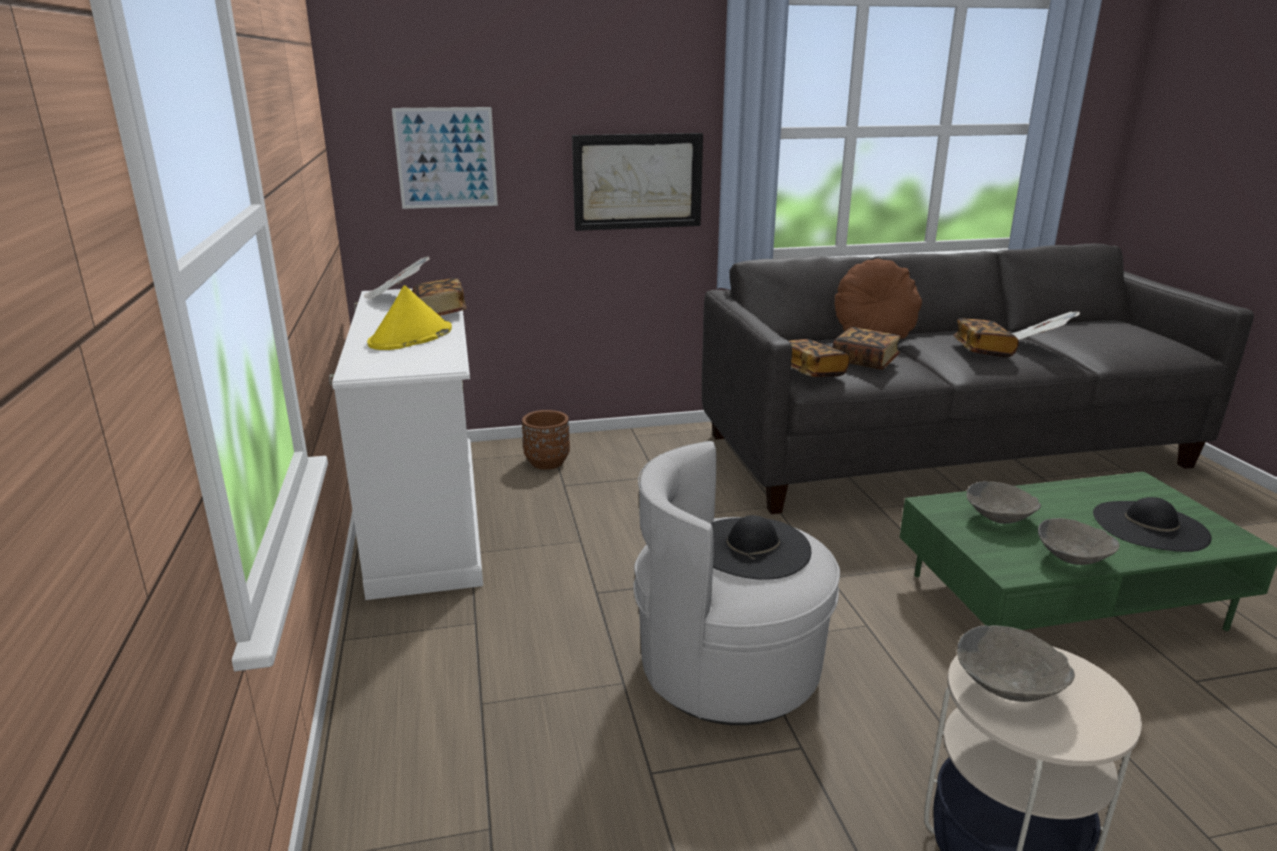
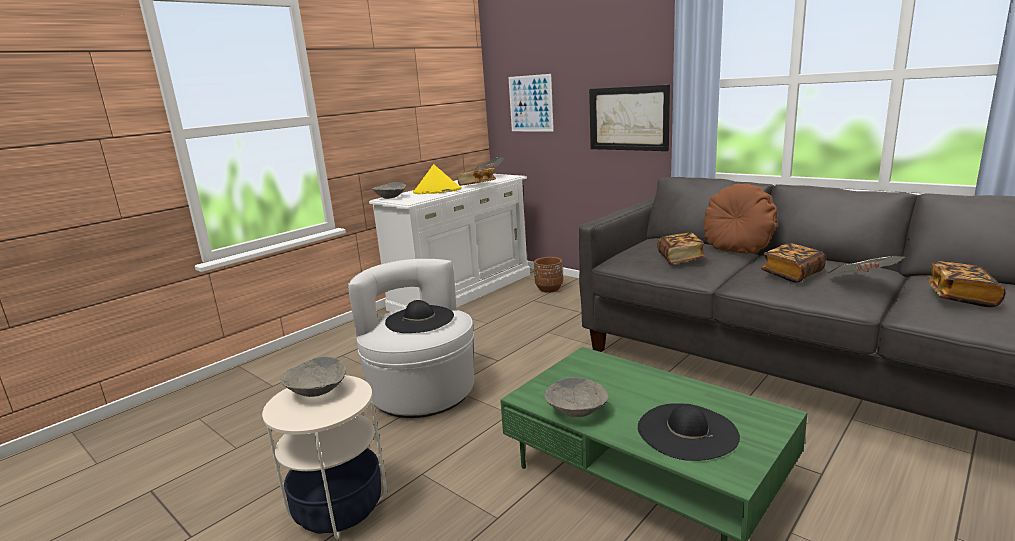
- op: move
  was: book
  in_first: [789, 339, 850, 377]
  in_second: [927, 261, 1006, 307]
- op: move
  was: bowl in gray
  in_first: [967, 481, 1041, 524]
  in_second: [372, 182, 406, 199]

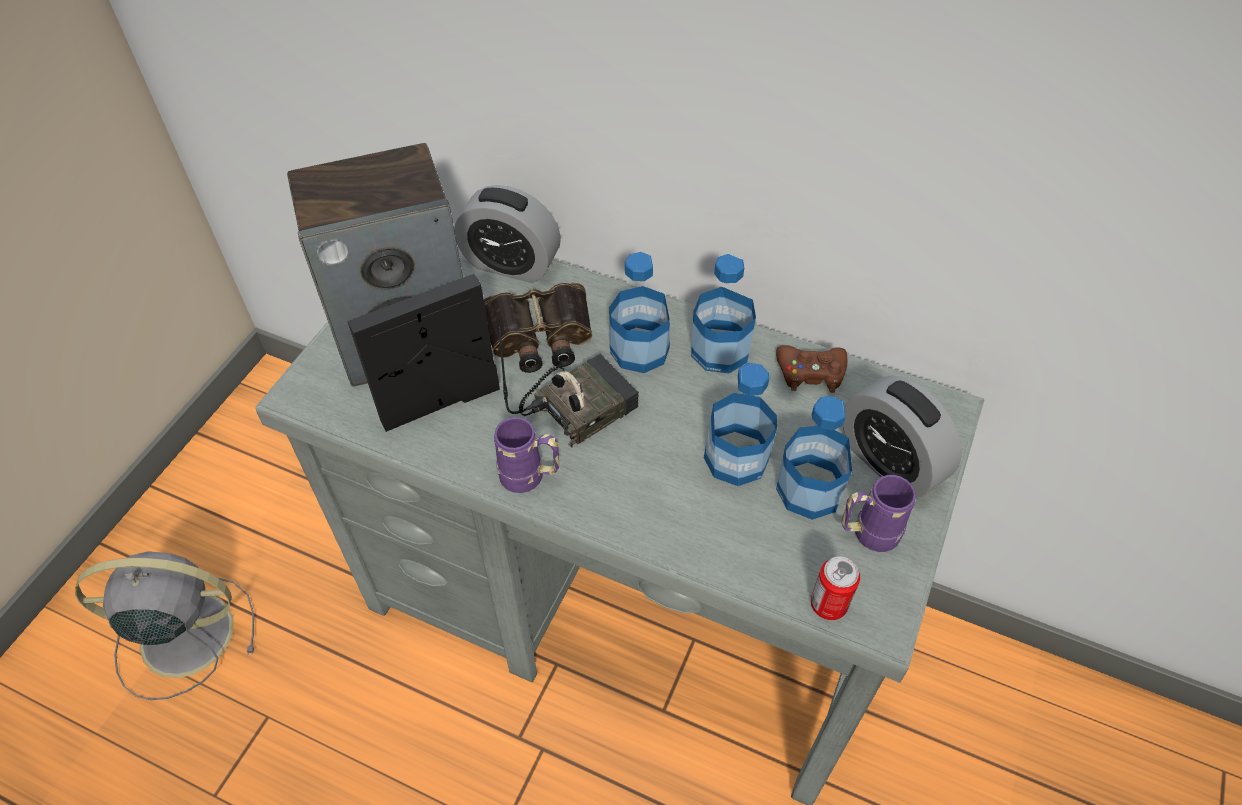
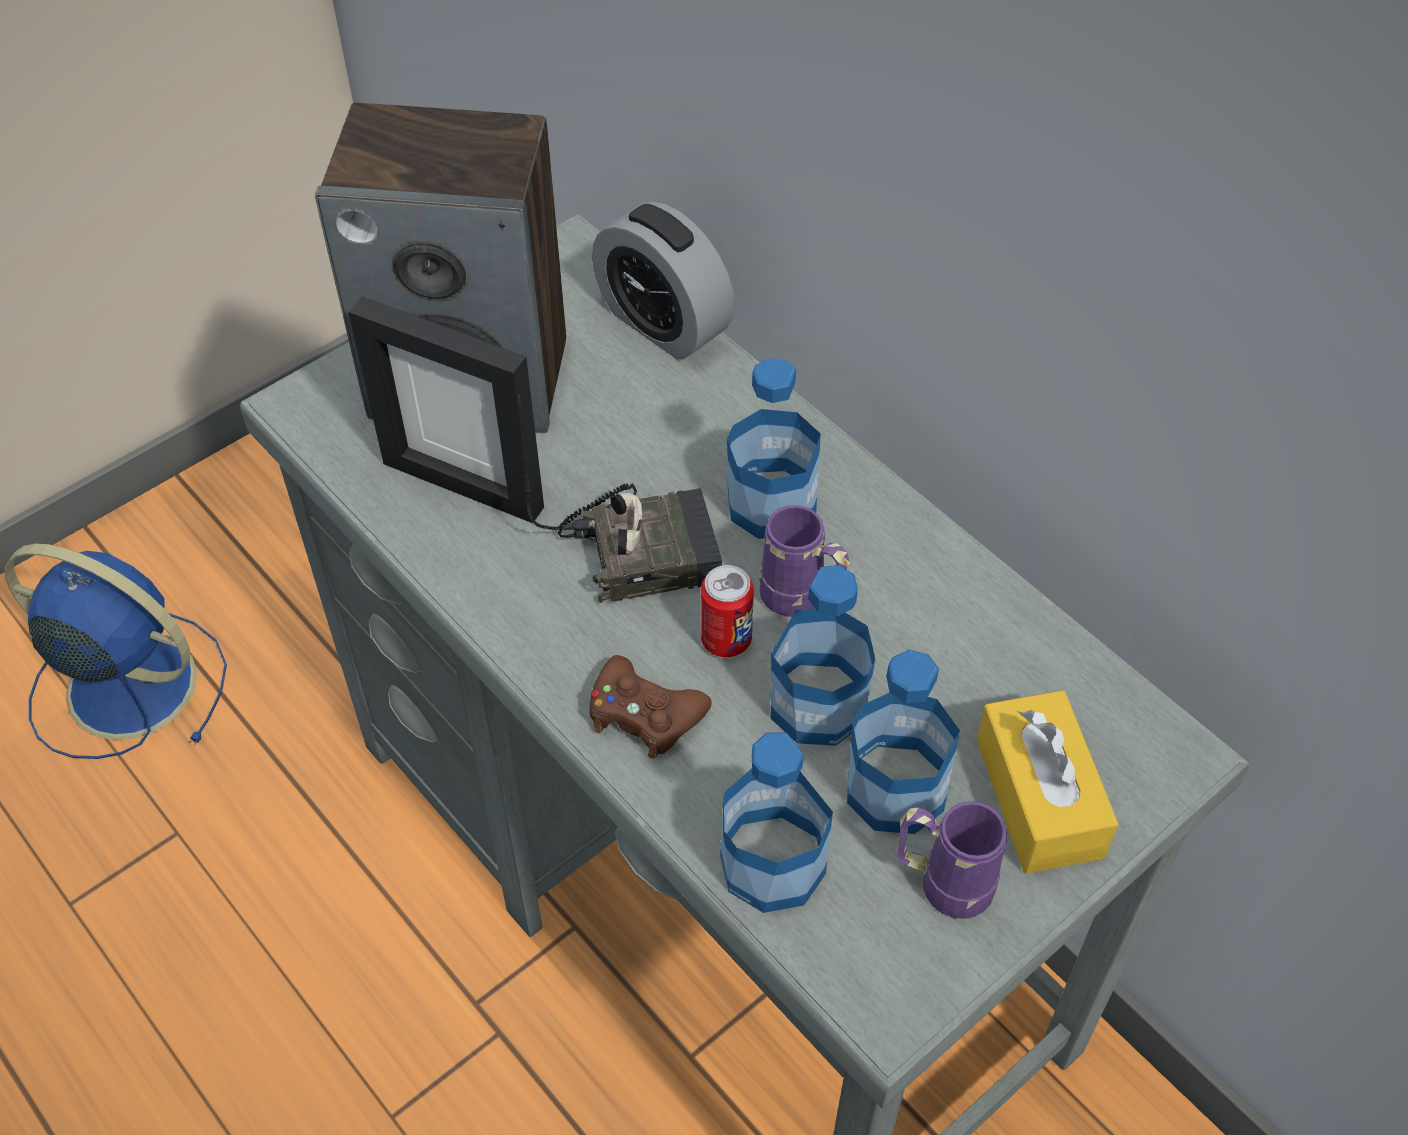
- op: delete
  was: pair of binoculars
  in_first: [484, 283, 592, 373]
- op: move
  was: mug in purple
  in_first: [494, 417, 559, 493]
  in_second: [759, 505, 850, 617]
- op: move
  was: beverage bottle
  in_first: [691, 254, 756, 373]
  in_second: [720, 733, 833, 913]
- op: move
  was: gamepad in brownish
  in_first: [776, 345, 848, 393]
  in_second: [589, 655, 712, 759]
- op: move
  was: metal can
  in_first: [811, 556, 860, 620]
  in_second: [701, 565, 754, 657]
- op: replace
  was: table clock
  now: box of tissues in yellow-coloured
  in_first: [843, 375, 962, 498]
  in_second: [977, 690, 1119, 874]
- op: recolor
  was: electric fan in gray
  now: electric fan in blue
  in_first: [75, 551, 254, 700]
  in_second: [4, 544, 227, 759]
- op: rotate
  was: picture frame
  in_first: [347, 274, 500, 432]
  in_second: [348, 296, 544, 523]
  clockwise: -150

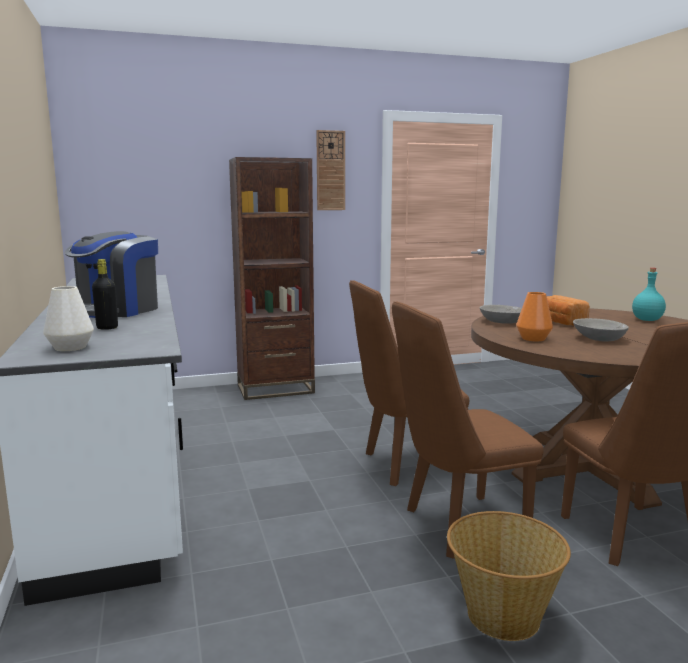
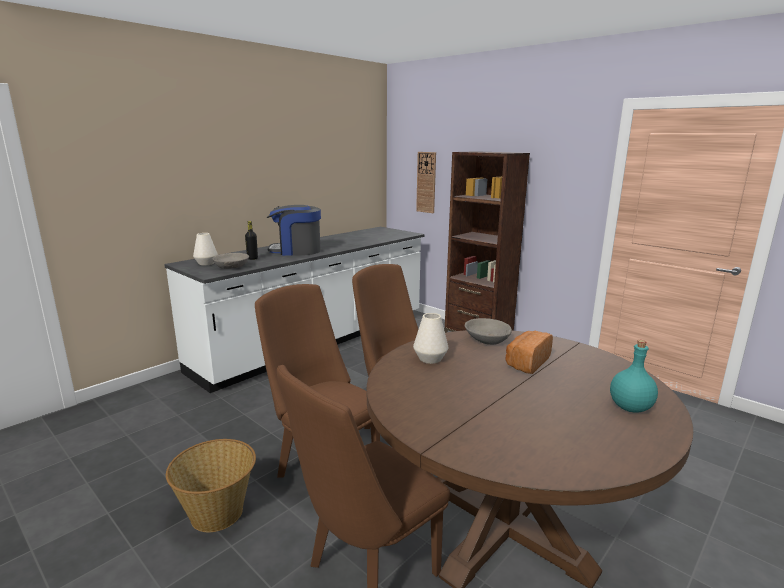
- op: move
  was: clock on the wall
  in_first: [316, 130, 345, 210]
  in_second: [416, 152, 436, 213]
- op: move
  was: bowl in gray
  in_first: [573, 318, 629, 342]
  in_second: [212, 253, 249, 269]
- op: recolor
  was: decorative vase in orange-coloured
  now: decorative vase in whitish
  in_first: [516, 292, 553, 341]
  in_second: [413, 313, 448, 364]

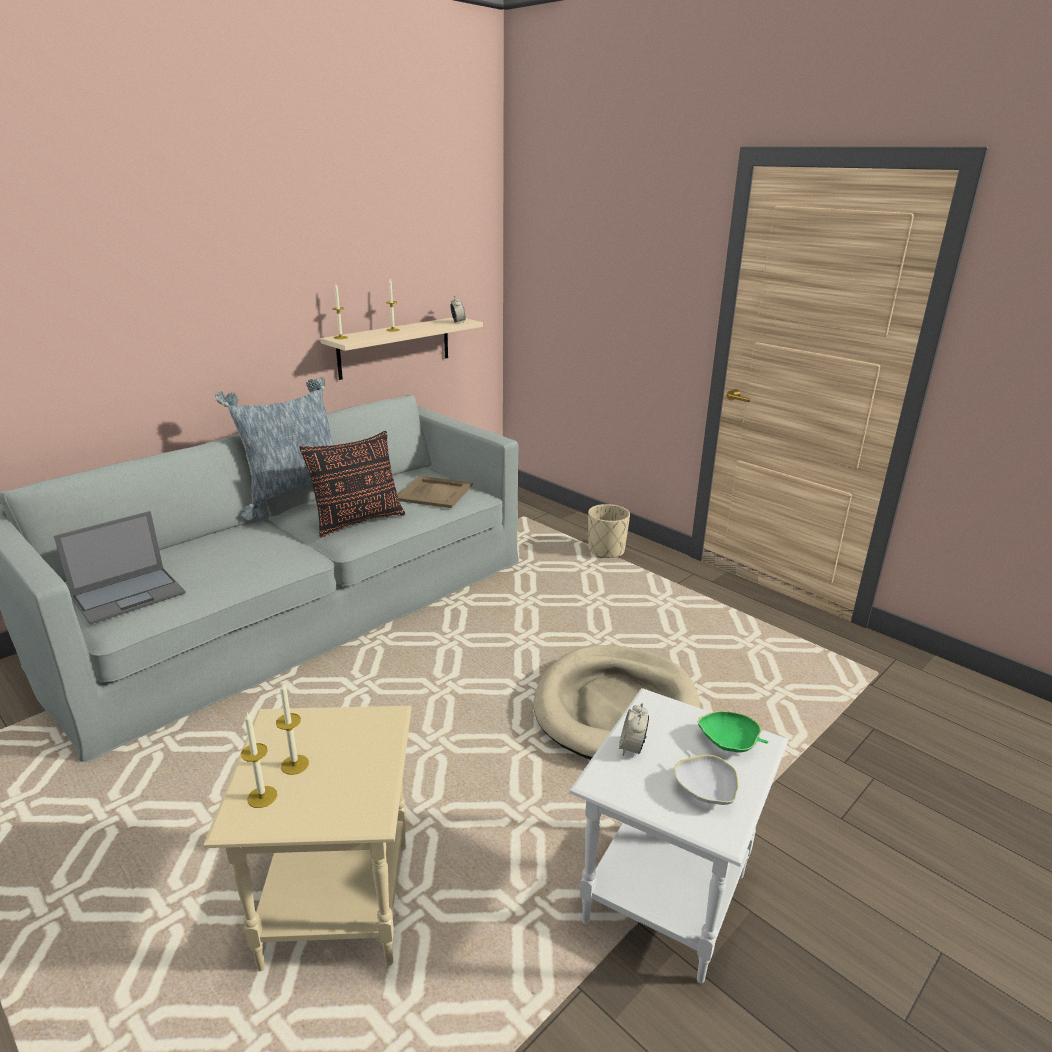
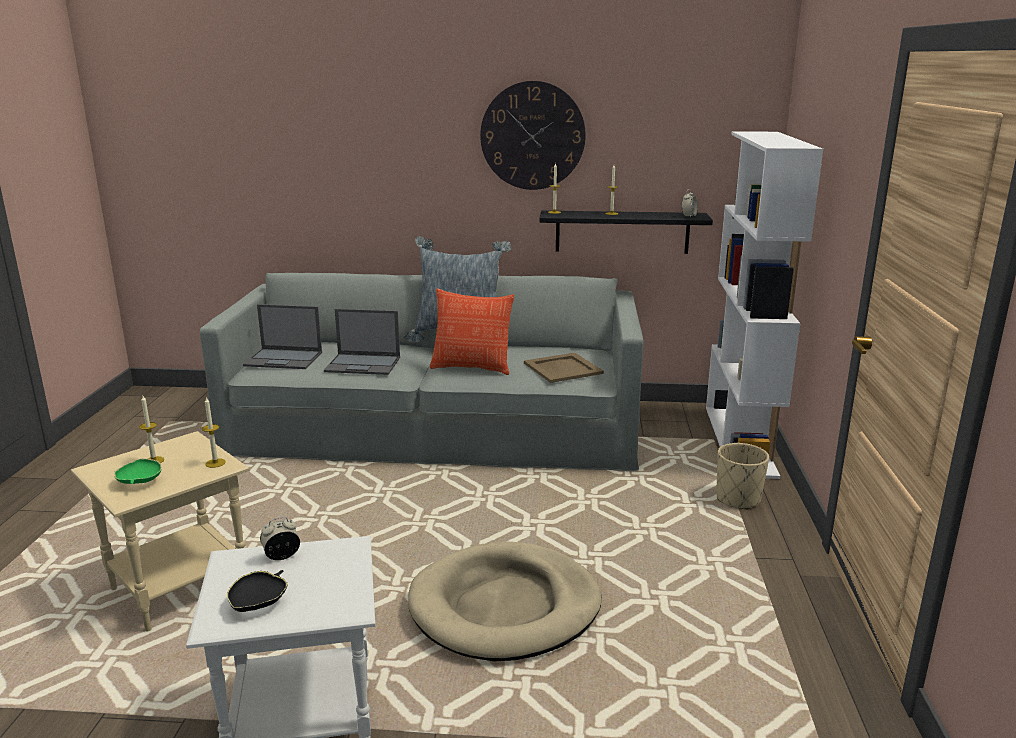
- op: insert
  now: laptop
  in_second: [324, 309, 400, 375]
- op: insert
  now: clock on the wall
  in_second: [480, 81, 586, 190]
- op: insert
  now: bookshelf in whitish
  in_second: [706, 131, 823, 479]
- op: move
  was: candle
  in_first: [241, 712, 277, 808]
  in_second: [202, 397, 226, 468]
- op: move
  was: bowl in greenish
  in_first: [697, 711, 769, 753]
  in_second: [114, 458, 162, 484]
- op: recolor
  was: pillow in blackish
  now: pillow in orange-coloured
  in_first: [300, 431, 405, 538]
  in_second: [430, 289, 514, 375]
- op: recolor
  was: bracket shelf in beige
  now: bracket shelf in blackish
  in_first: [320, 317, 483, 380]
  in_second: [539, 211, 713, 254]
- op: recolor
  was: bowl in whitish
  now: bowl in blackish
  in_first: [674, 750, 738, 805]
  in_second: [227, 570, 287, 612]

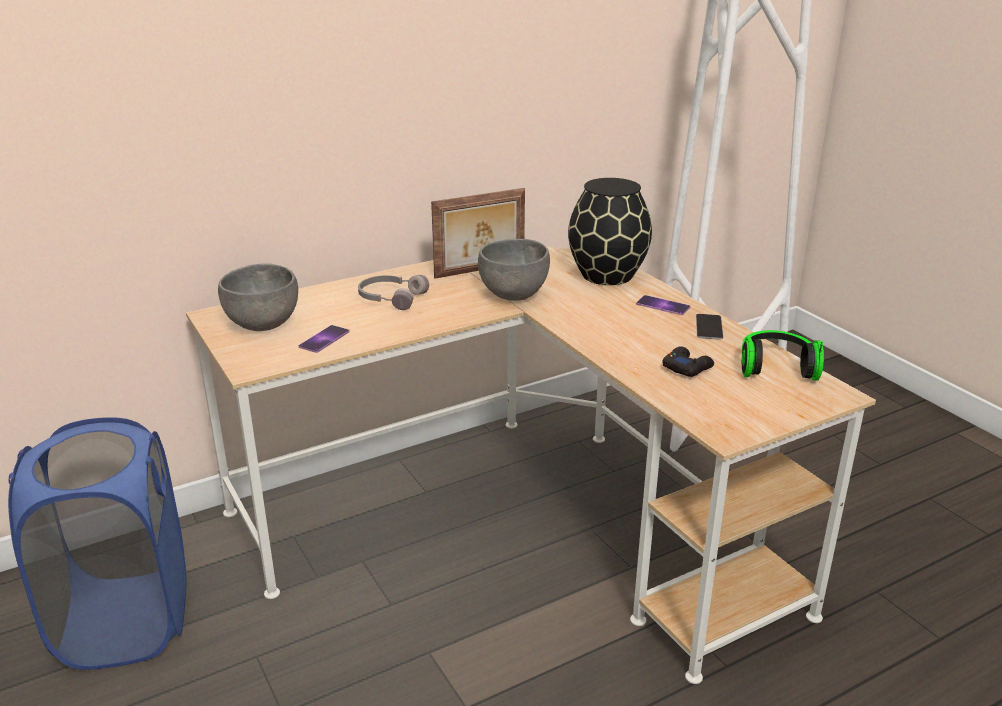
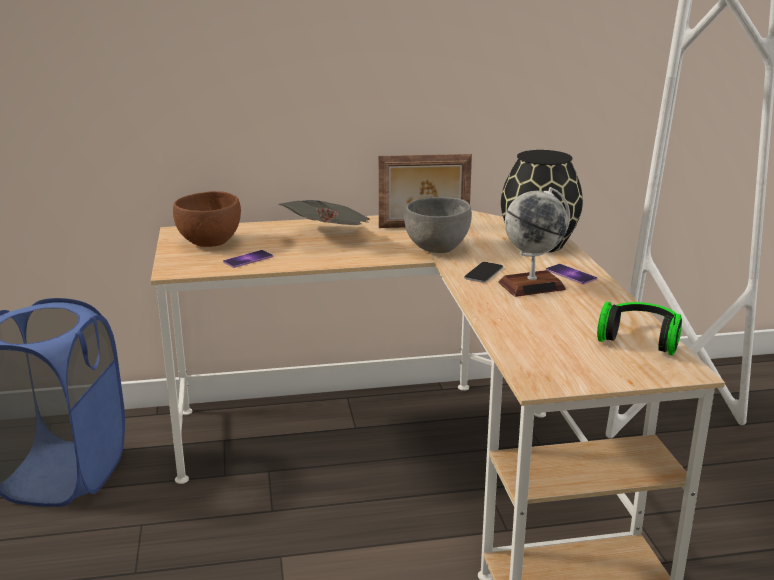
- op: delete
  was: gamepad in blackish
  in_first: [662, 346, 714, 377]
- op: insert
  now: desk globe
  in_second: [498, 187, 570, 297]
- op: move
  was: handset
  in_first: [696, 314, 723, 340]
  in_second: [464, 262, 503, 283]
- op: replace
  was: pair of headphones in gray
  now: printed paper
  in_first: [358, 275, 429, 310]
  in_second: [278, 200, 370, 225]
- op: recolor
  was: bowl in gray
  now: bowl in brownish
  in_first: [218, 263, 298, 331]
  in_second: [173, 191, 241, 247]

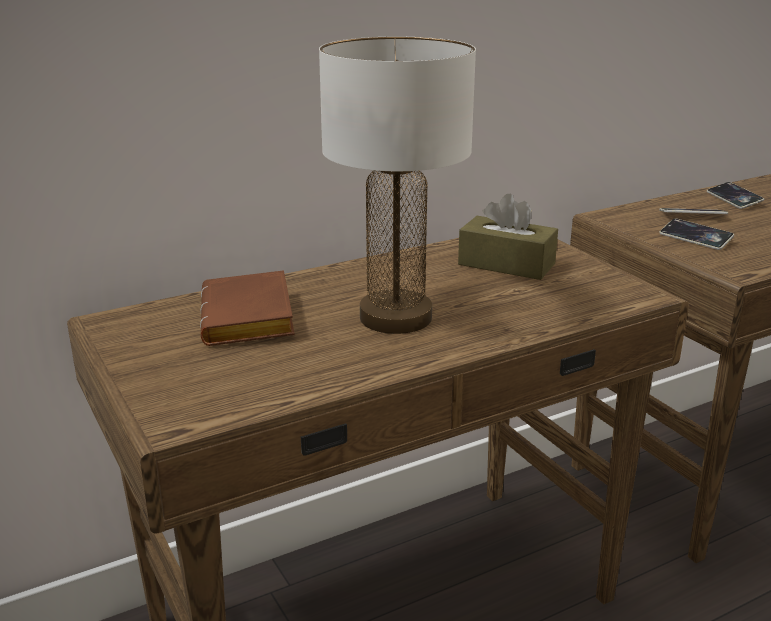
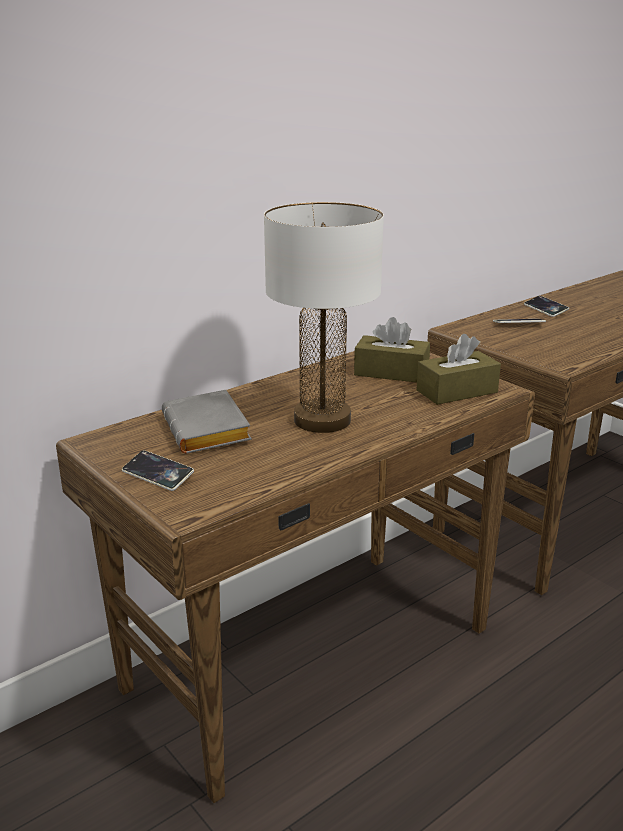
- op: insert
  now: box of tissues in brownish
  in_second: [417, 334, 501, 405]
- op: move
  was: handset
  in_first: [659, 218, 734, 250]
  in_second: [122, 450, 194, 491]
- op: recolor
  was: book in brownish
  now: book in gray
  in_first: [200, 271, 295, 346]
  in_second: [162, 390, 252, 454]

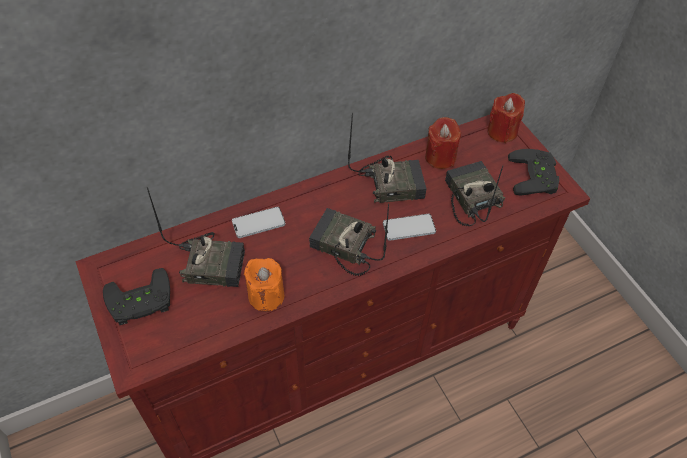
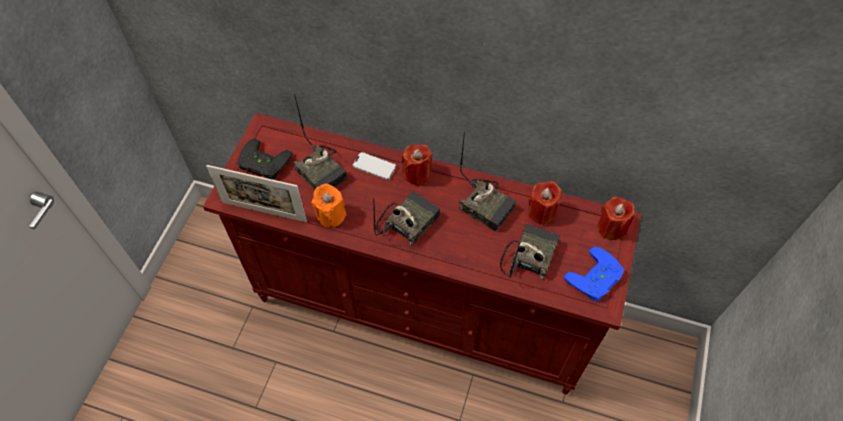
- op: delete
  was: handset
  in_first: [383, 214, 436, 241]
- op: insert
  now: picture frame
  in_second: [206, 165, 307, 222]
- op: insert
  now: candle in red
  in_second: [402, 144, 433, 186]
- op: recolor
  was: gamepad in blackish
  now: gamepad in blue
  in_first: [508, 149, 559, 196]
  in_second: [564, 247, 624, 302]
- op: rotate
  was: radio receiver
  in_first: [309, 204, 389, 276]
  in_second: [373, 191, 440, 246]
  clockwise: 60

